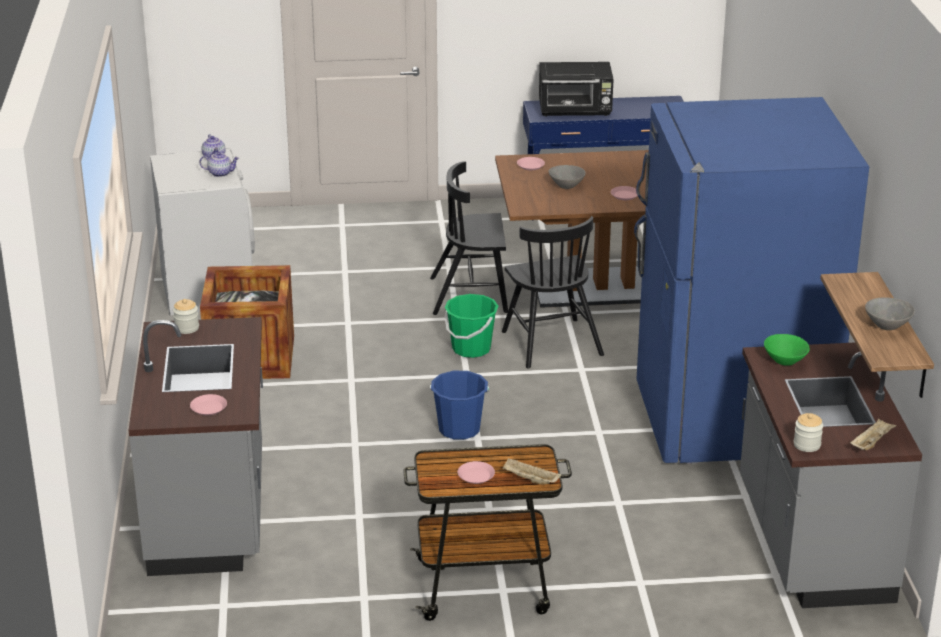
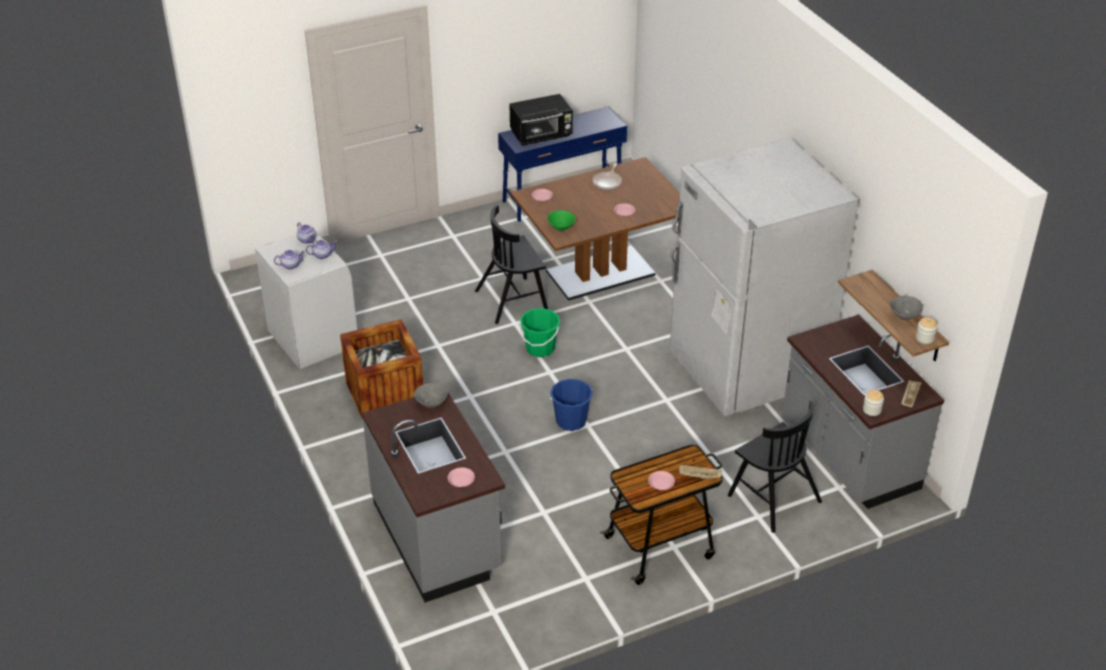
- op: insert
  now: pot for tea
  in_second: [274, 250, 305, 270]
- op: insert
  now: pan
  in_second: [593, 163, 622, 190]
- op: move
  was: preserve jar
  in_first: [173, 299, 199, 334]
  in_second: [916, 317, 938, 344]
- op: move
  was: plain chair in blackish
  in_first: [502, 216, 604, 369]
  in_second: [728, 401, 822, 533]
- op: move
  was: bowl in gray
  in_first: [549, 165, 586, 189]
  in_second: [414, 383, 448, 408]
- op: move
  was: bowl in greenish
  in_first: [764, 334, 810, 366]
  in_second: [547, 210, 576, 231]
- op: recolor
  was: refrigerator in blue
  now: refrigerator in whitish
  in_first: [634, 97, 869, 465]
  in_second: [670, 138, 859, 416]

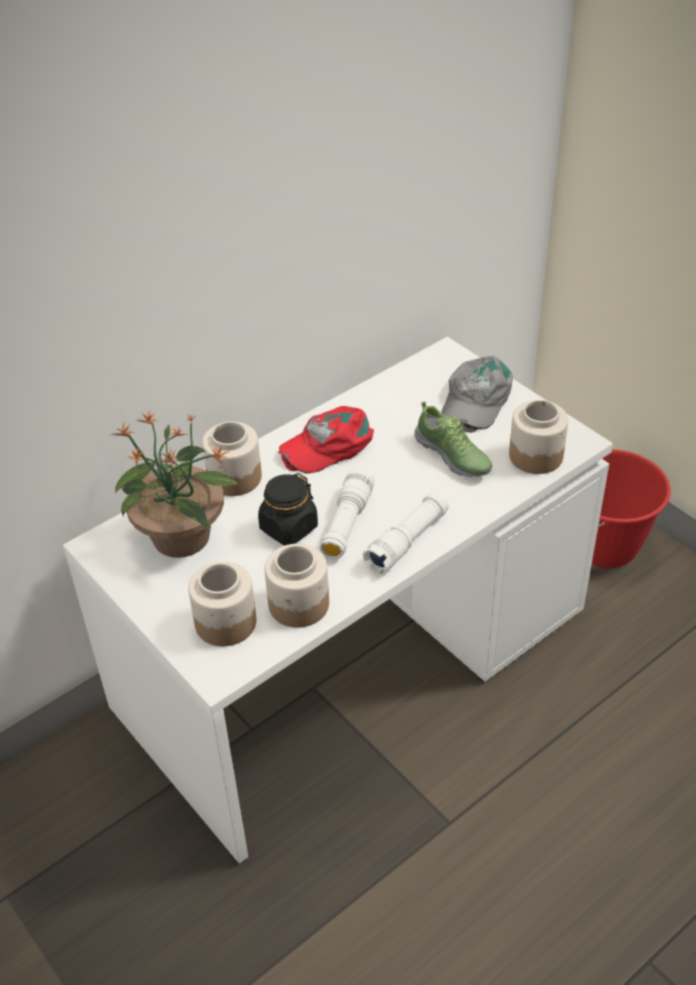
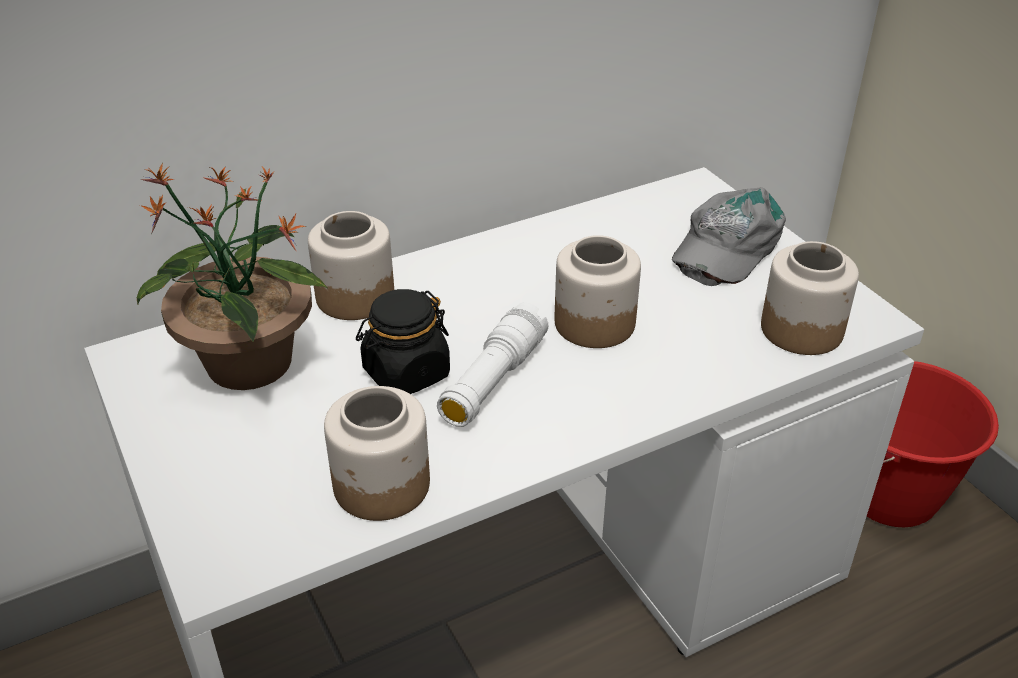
- op: delete
  was: baseball cap in red
  in_first: [278, 406, 374, 474]
- op: delete
  was: hand torch in whitish
  in_first: [363, 492, 449, 574]
- op: delete
  was: low shoe
  in_first: [414, 402, 492, 477]
- op: move
  was: preserve jar
  in_first: [188, 561, 256, 646]
  in_second: [555, 235, 641, 348]

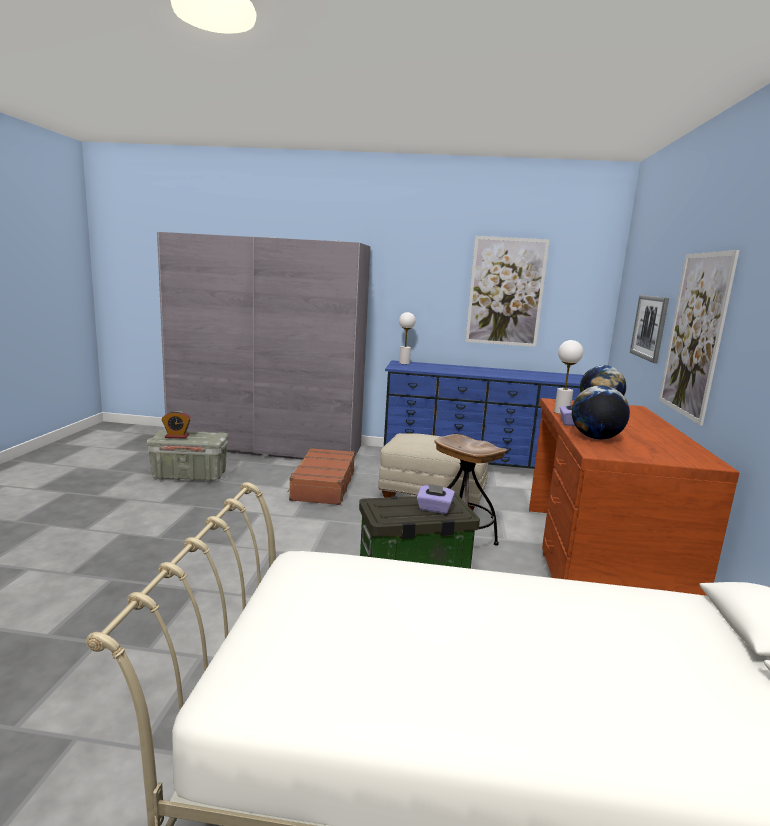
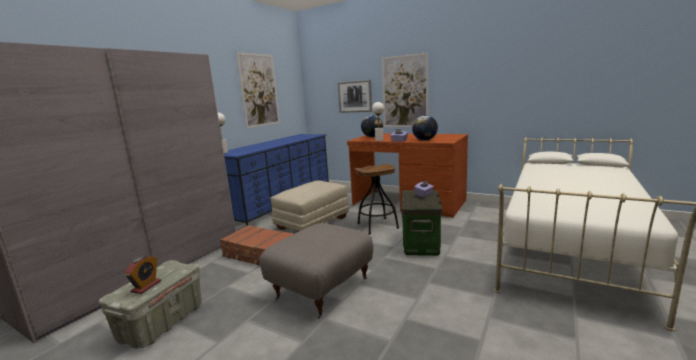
- op: insert
  now: ottoman in gray
  in_second: [259, 223, 373, 318]

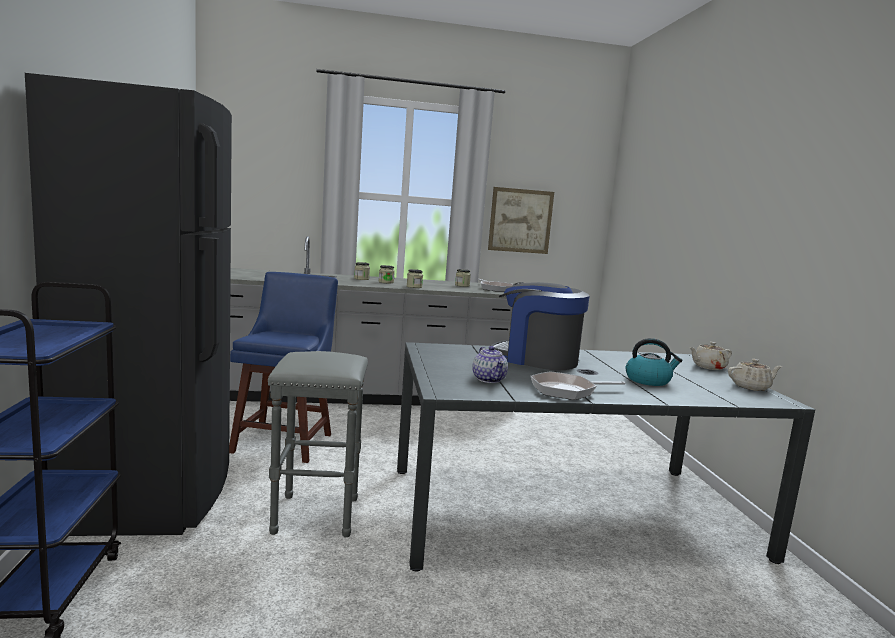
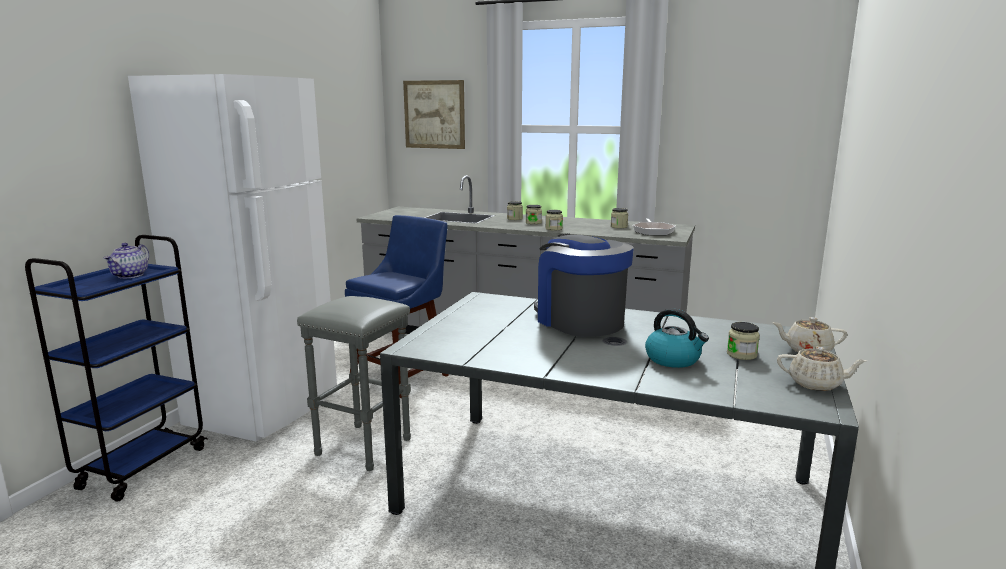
- op: delete
  was: pan
  in_first: [530, 371, 626, 400]
- op: insert
  now: preserve jar
  in_second: [727, 322, 760, 360]
- op: move
  was: pot for tea
  in_first: [472, 346, 508, 383]
  in_second: [103, 243, 149, 278]
- op: move
  was: wall art
  in_first: [488, 187, 554, 254]
  in_second: [403, 80, 465, 149]
- op: recolor
  was: refrigerator in blackish
  now: refrigerator in whitish
  in_first: [25, 73, 232, 536]
  in_second: [128, 74, 337, 441]

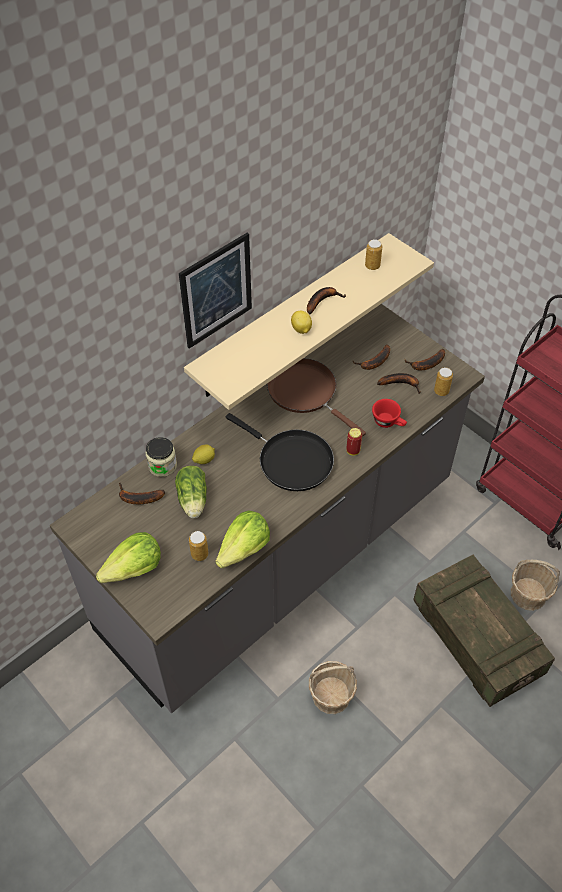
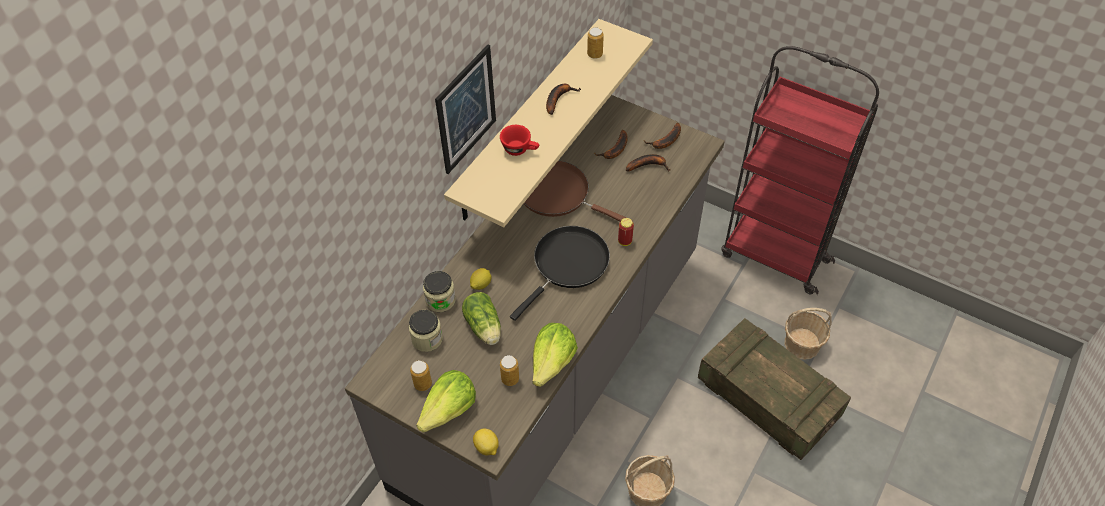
- op: move
  was: lemon
  in_first: [291, 311, 312, 334]
  in_second: [473, 429, 499, 455]
- op: move
  was: cup in red
  in_first: [372, 399, 407, 428]
  in_second: [500, 125, 539, 156]
- op: move
  was: metal can
  in_first: [434, 367, 453, 396]
  in_second: [410, 360, 432, 391]
- op: replace
  was: banana
  now: preserve jar
  in_first: [119, 482, 165, 505]
  in_second: [409, 310, 443, 352]
- op: rotate
  was: pan in blackish
  in_first: [226, 413, 334, 491]
  in_second: [510, 226, 610, 321]
  clockwise: -75

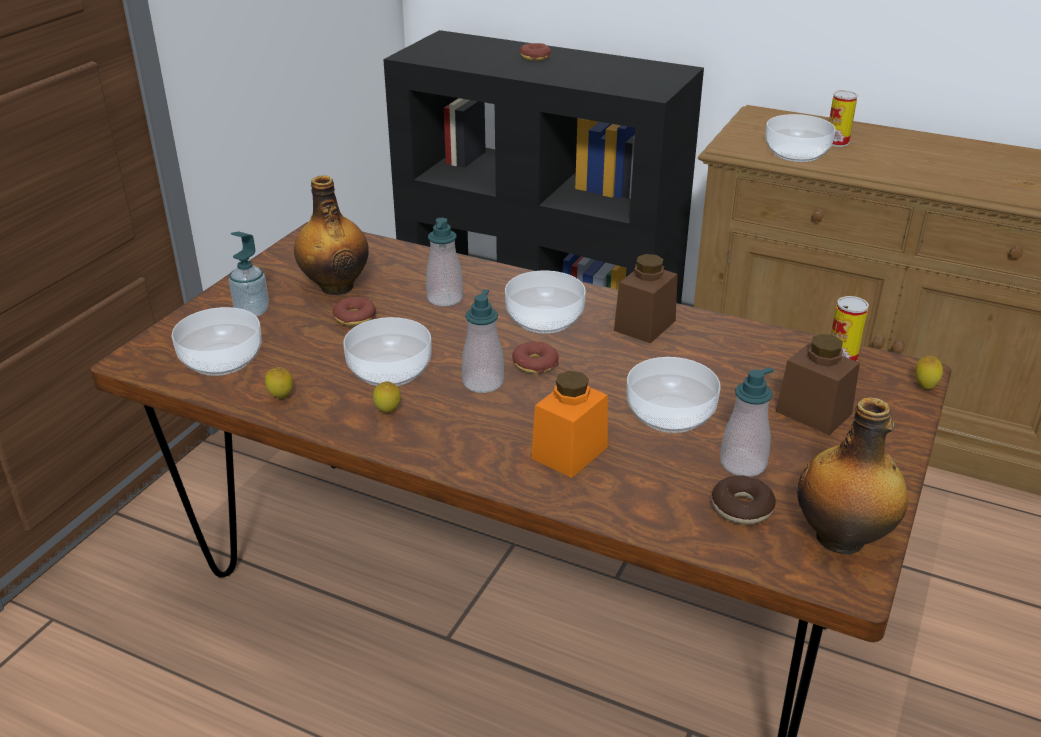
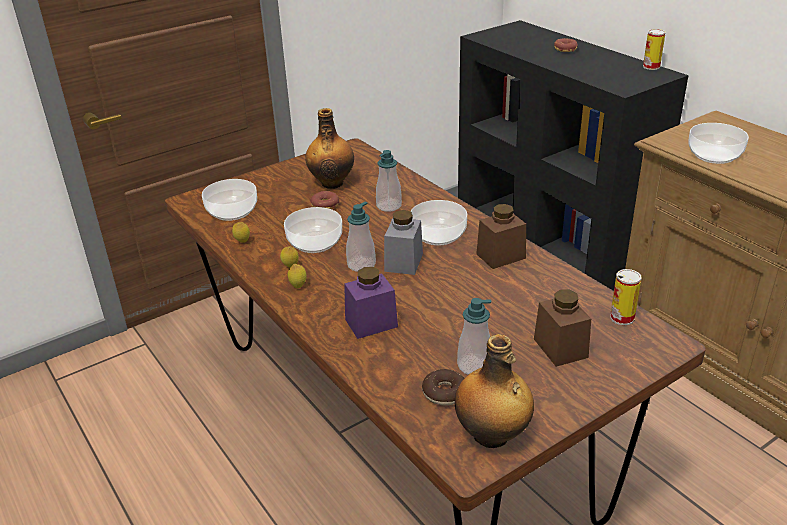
- op: delete
  was: soap dispenser
  in_first: [229, 231, 269, 317]
- op: delete
  was: bowl
  in_first: [627, 357, 721, 433]
- op: move
  was: metal can
  in_first: [829, 90, 858, 147]
  in_second: [643, 29, 666, 70]
- op: move
  was: lemon
  in_first: [915, 355, 943, 389]
  in_second: [288, 264, 307, 288]
- op: replace
  was: donut
  now: preserve jar in gray
  in_first: [512, 341, 559, 374]
  in_second: [384, 210, 423, 275]
- op: recolor
  was: preserve jar in orange-coloured
  now: preserve jar in purple
  in_first: [531, 371, 608, 478]
  in_second: [344, 267, 398, 339]

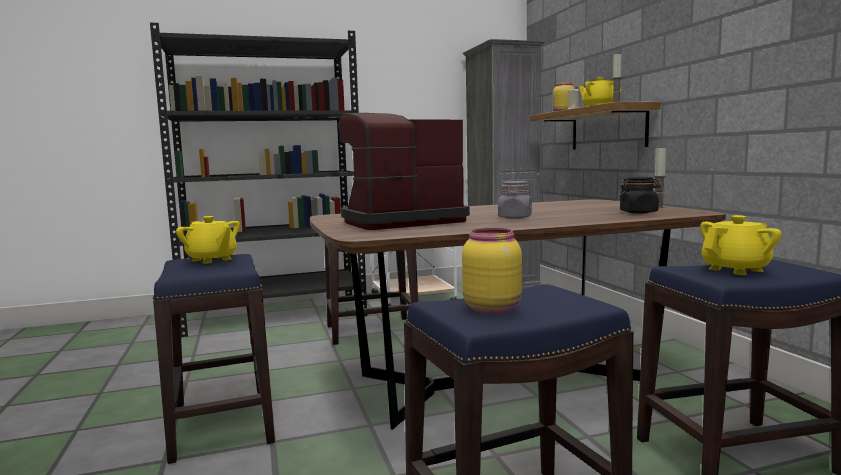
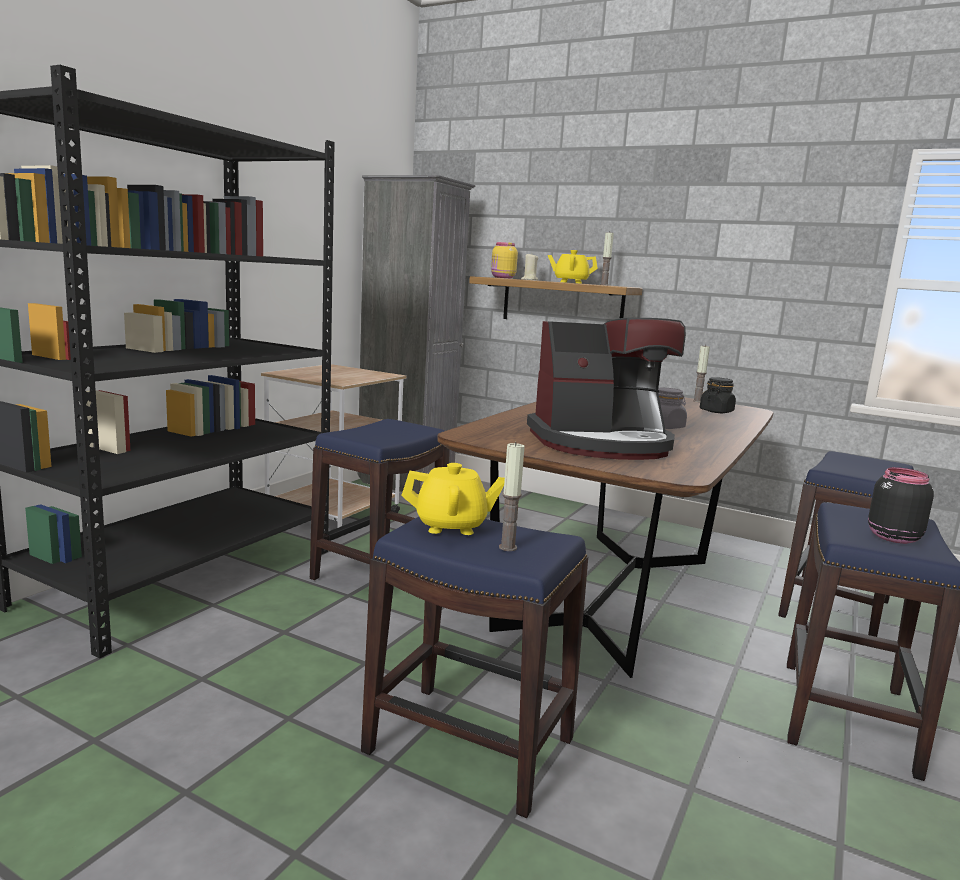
- op: delete
  was: pot for tea in yellow-coloured
  in_first: [700, 215, 782, 275]
- op: insert
  now: candle
  in_second: [499, 442, 525, 551]
- op: recolor
  was: preserve jar in yellow-coloured
  now: preserve jar in blackish
  in_first: [462, 228, 522, 314]
  in_second: [868, 467, 934, 544]
- op: rotate
  was: coffee brewer
  in_first: [339, 113, 470, 230]
  in_second: [527, 318, 686, 460]
  clockwise: -120

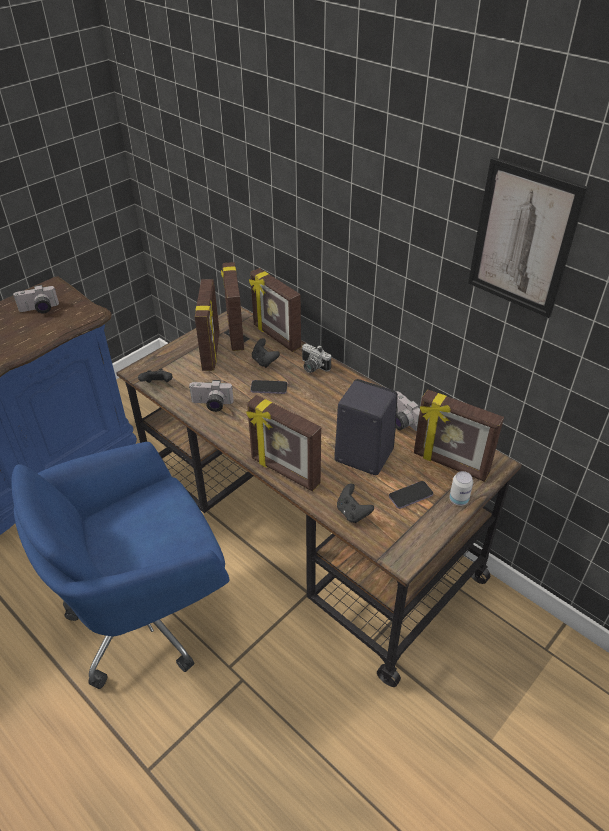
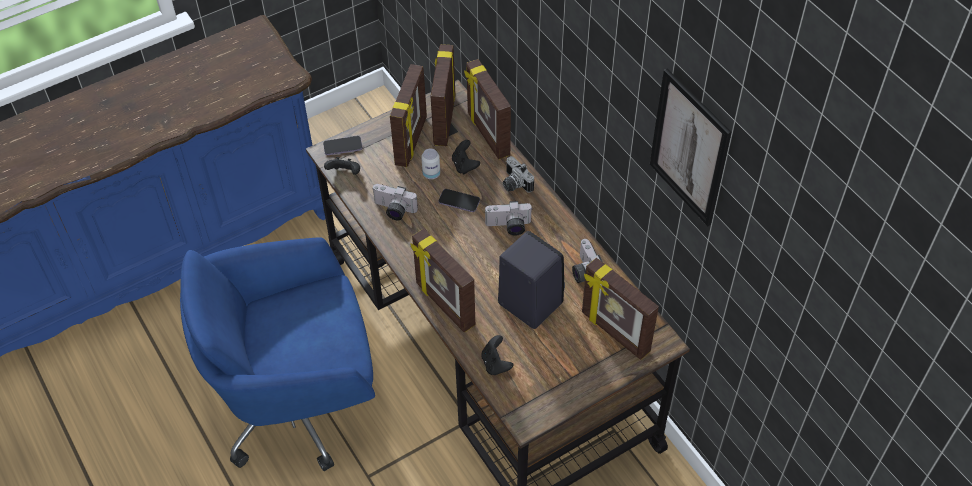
- op: move
  was: photo camera
  in_first: [13, 285, 59, 313]
  in_second: [485, 201, 532, 236]
- op: move
  was: handset
  in_first: [389, 481, 433, 509]
  in_second: [323, 136, 362, 155]
- op: move
  was: metal can
  in_first: [449, 471, 473, 506]
  in_second: [421, 148, 440, 179]

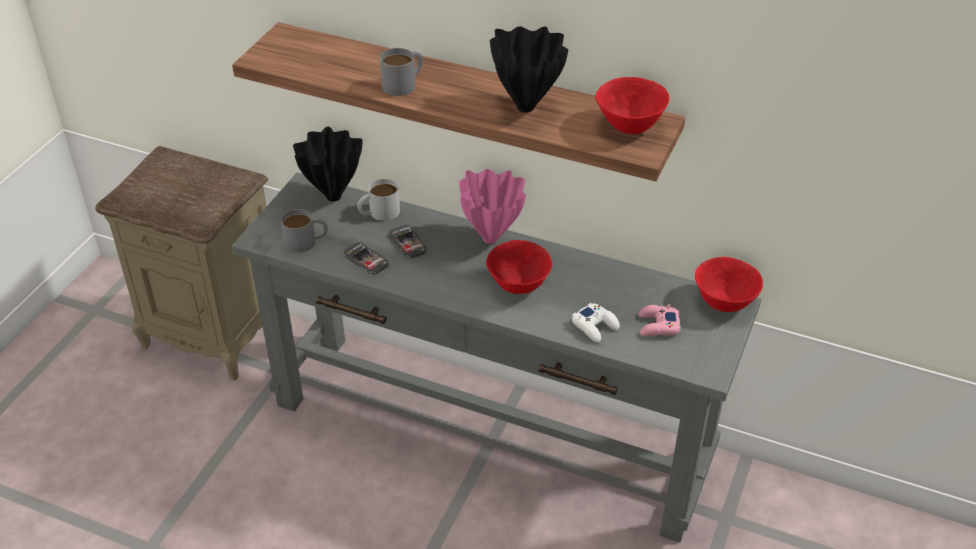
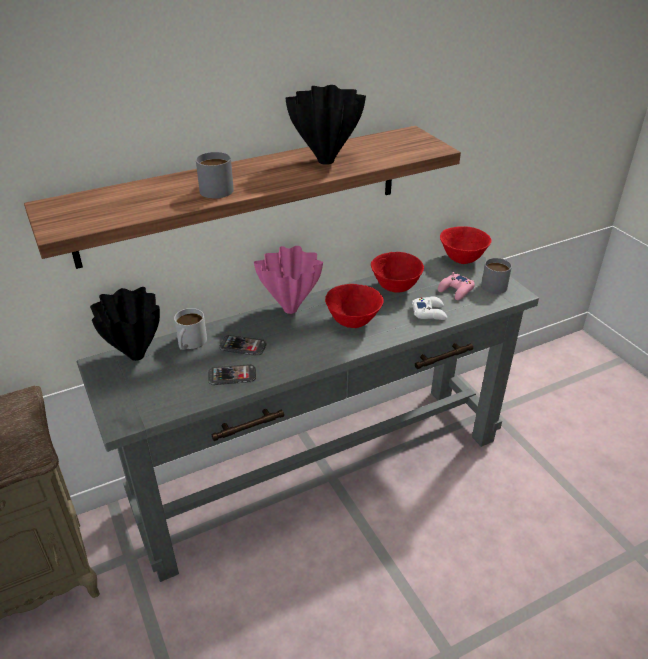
- op: move
  was: mug in gray
  in_first: [281, 209, 327, 253]
  in_second: [481, 258, 512, 294]
- op: move
  was: bowl in red
  in_first: [595, 77, 669, 134]
  in_second: [371, 252, 424, 292]

